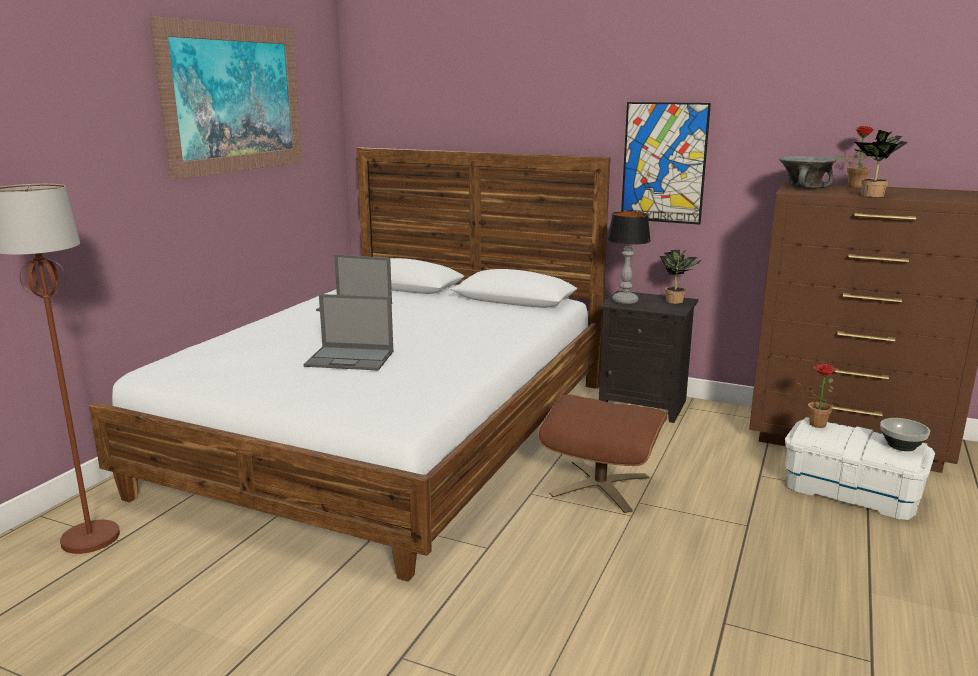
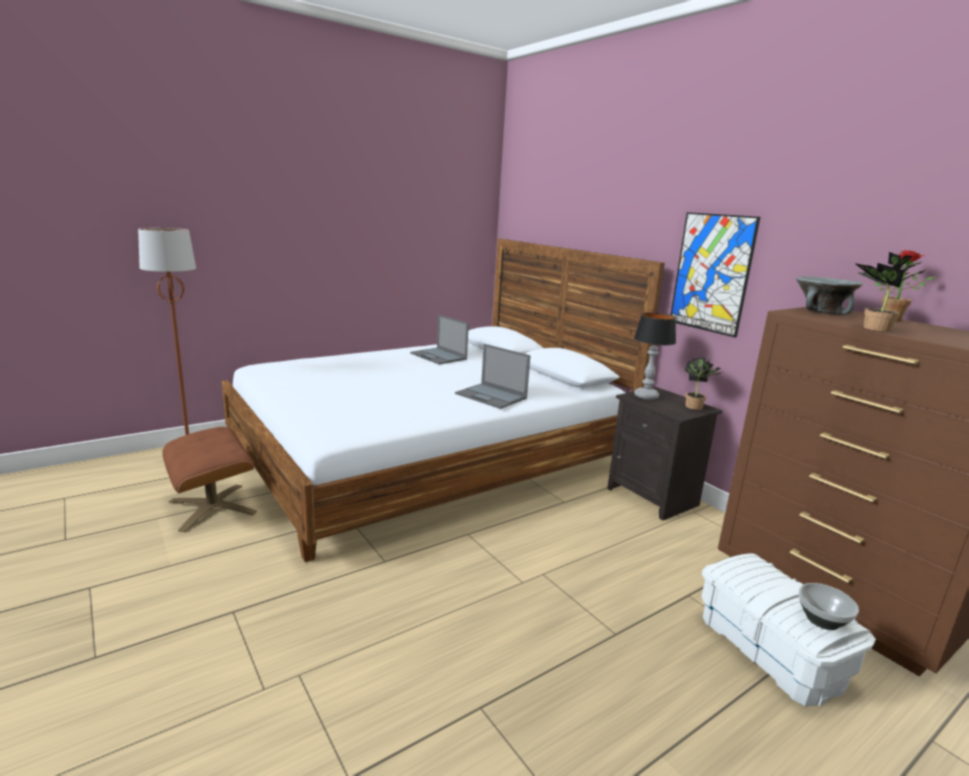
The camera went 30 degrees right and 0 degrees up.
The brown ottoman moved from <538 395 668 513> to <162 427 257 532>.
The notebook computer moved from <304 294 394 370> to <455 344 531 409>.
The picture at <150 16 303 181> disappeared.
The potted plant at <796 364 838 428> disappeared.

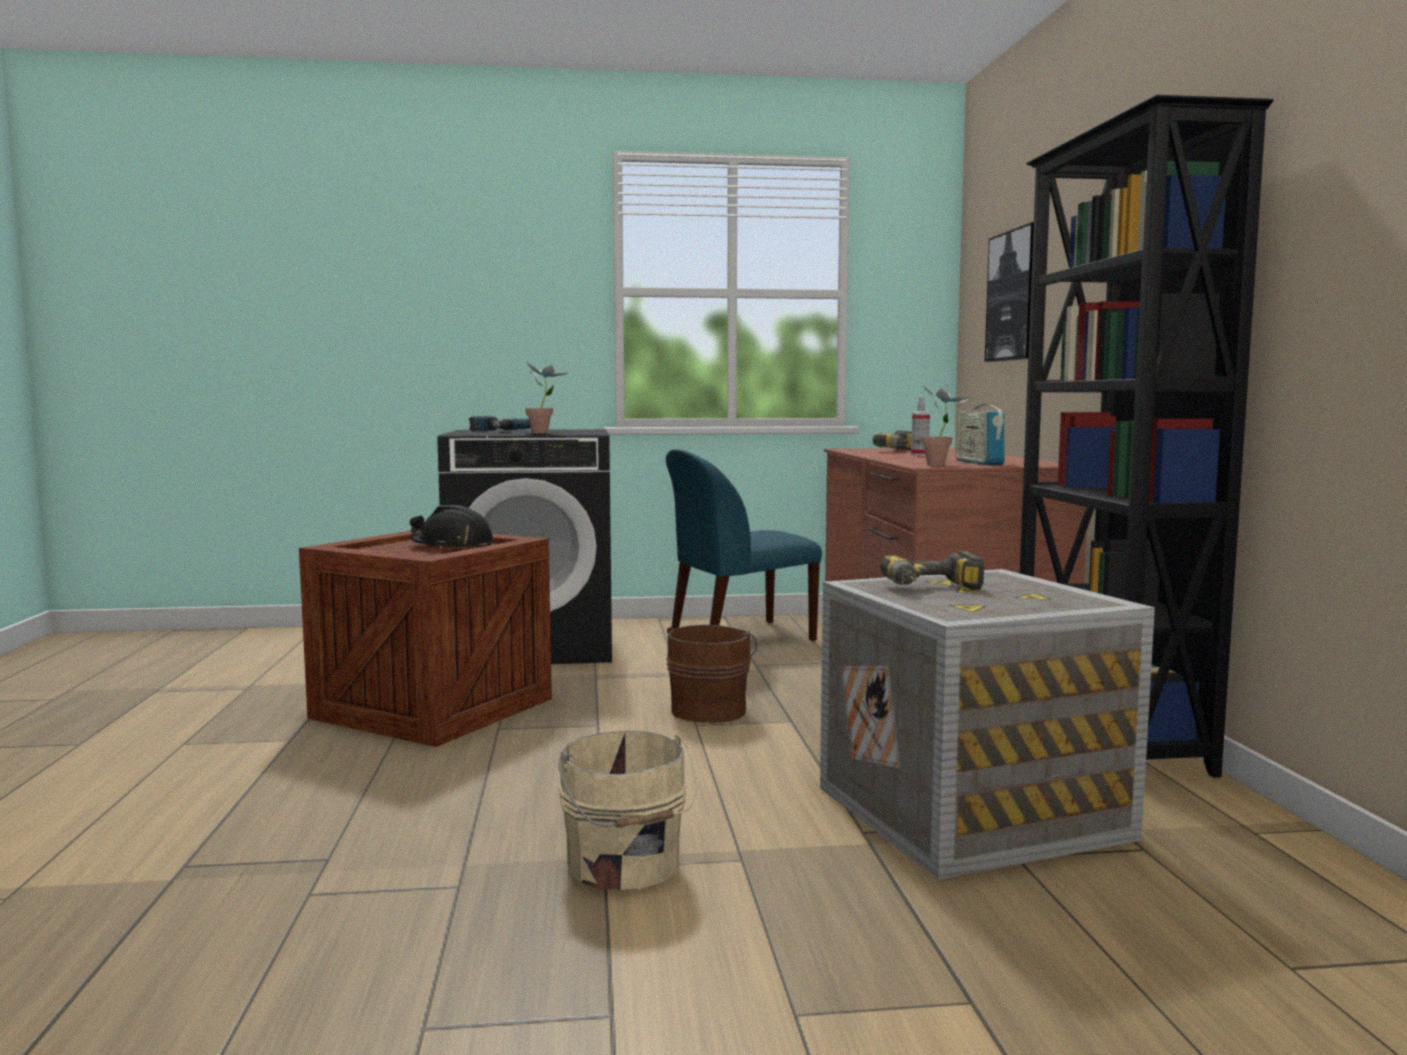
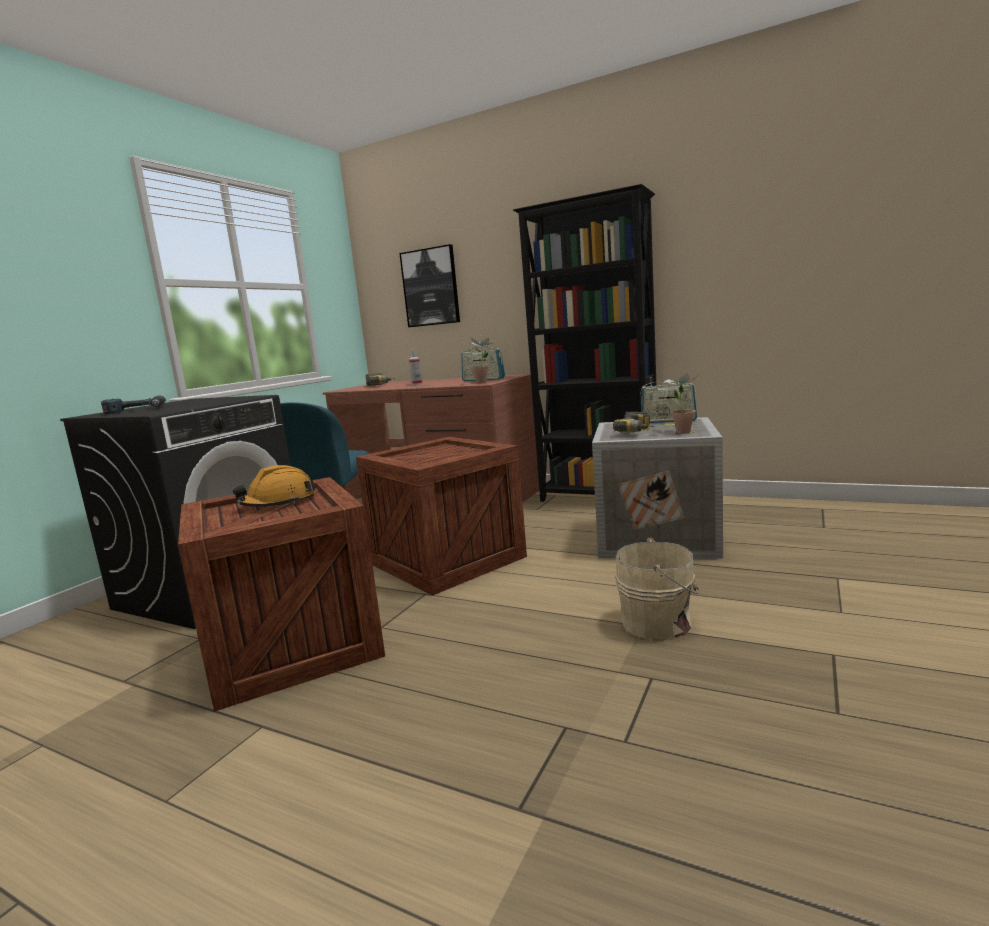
The camera went 55 degrees left and 5 degrees up.
The blackish safety helmet at <410 505 494 549> became the orange safety helmet at <233 465 316 506>.
The brown bucket at <666 625 757 723> was replaced by the packing crate at <356 437 527 595>.
The radio receiver at <641 377 697 423> appeared.
The potted plant moved from <525 361 569 434> to <664 371 699 433>.

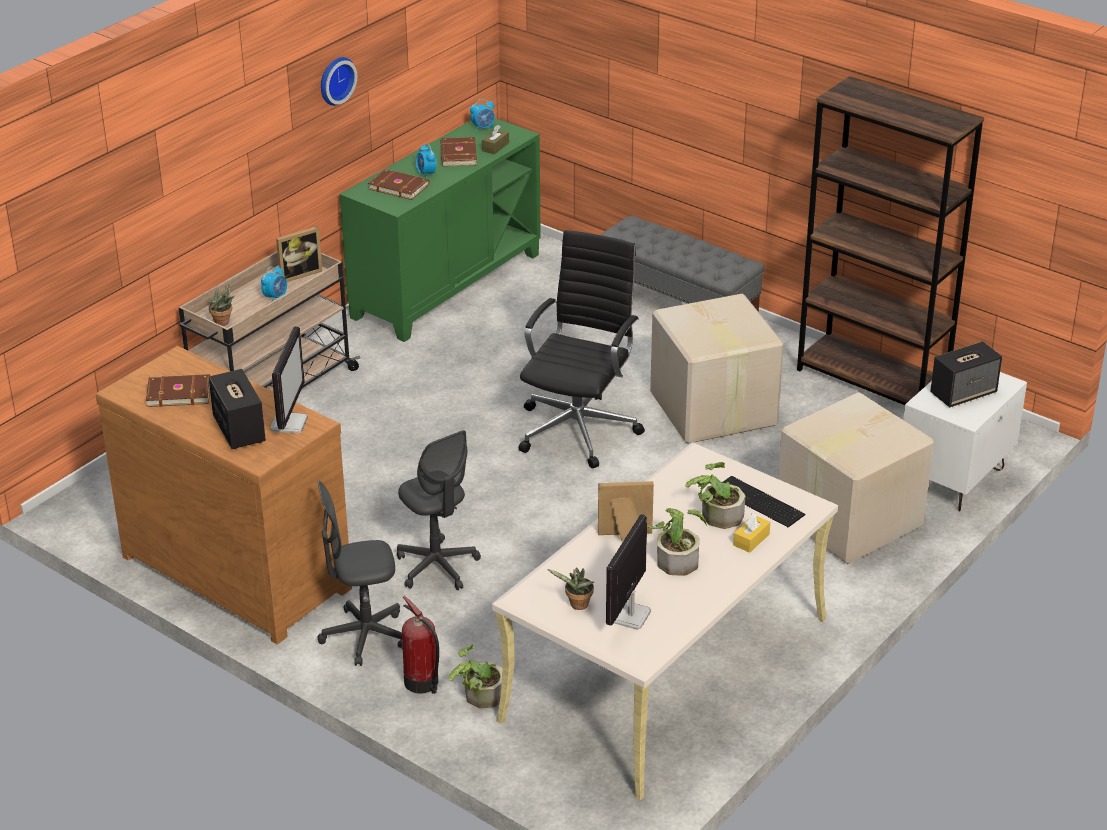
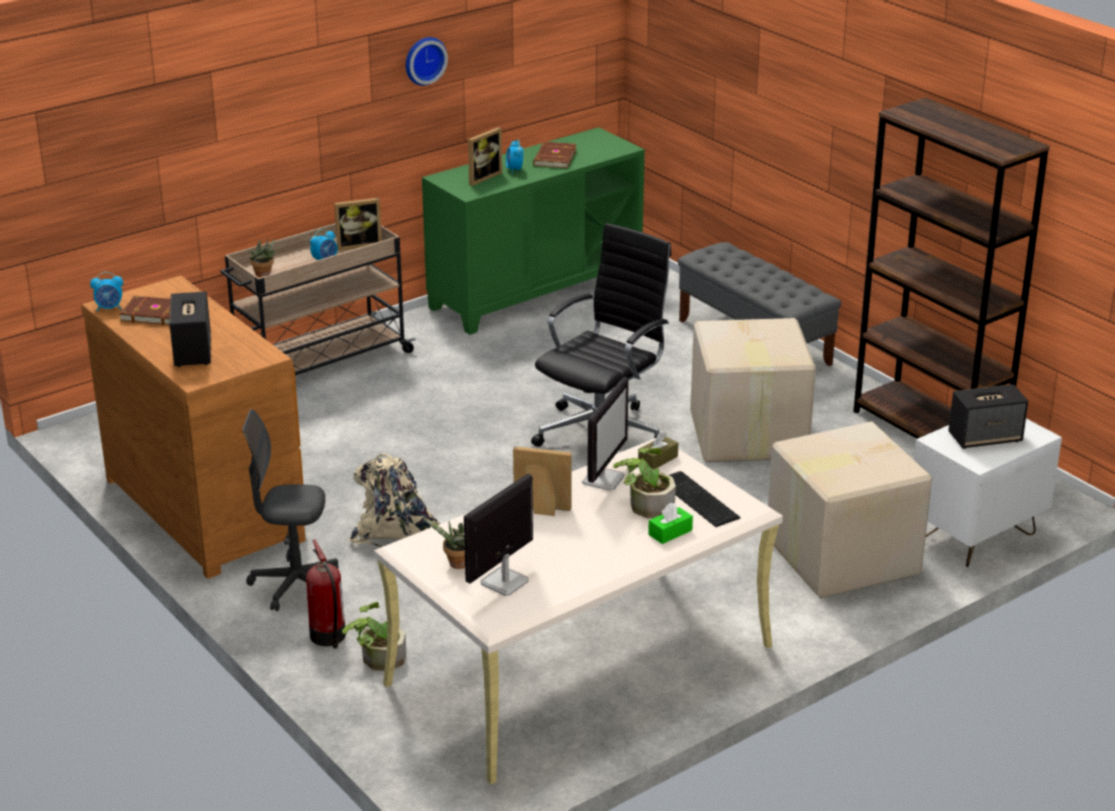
The camera went 15 degrees right and 5 degrees down.
The bedside clock moved from <470 99 495 132> to <90 272 123 312>.
The gray desk chair at <397 430 481 590> was replaced by the beige-coloured rucksack at <349 454 441 547>.
The brown book at <368 169 430 200> was replaced by the standing frame at <468 127 502 186>.
The monitor moved from <270 326 308 433> to <582 377 629 491>.
The brown tissue box moved from <482 125 509 154> to <638 432 678 469>.
The yellow-coloured tissue box at <733 513 770 553> became the greenish tissue box at <648 503 693 544>.
The potted plant at <647 508 707 576> disappeared.

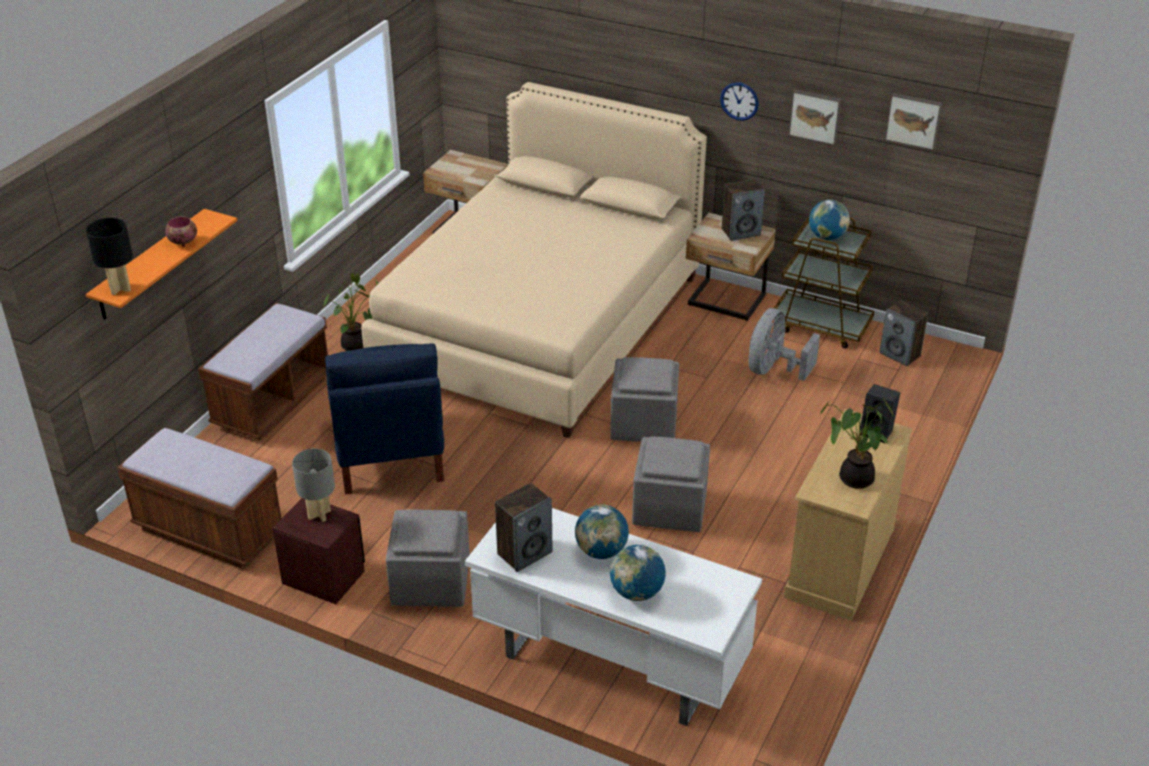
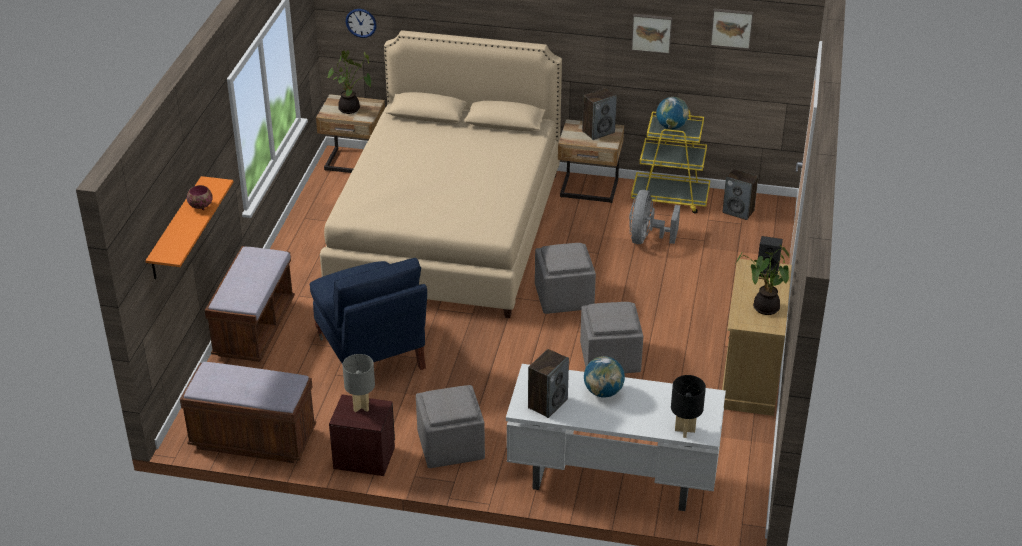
The camera went 15 degrees left and 0 degrees up.
The potted plant moved from <323 273 378 351> to <328 50 371 114>.
The hanging clock moved from <720 82 759 121> to <346 9 377 38>.
The brown trolley at <774 217 875 349> became the yellow-coloured trolley at <631 111 710 213>.
The blackish table lamp moved from <86 218 133 295> to <671 375 706 438>.
The globe at <610 545 666 601> disappeared.

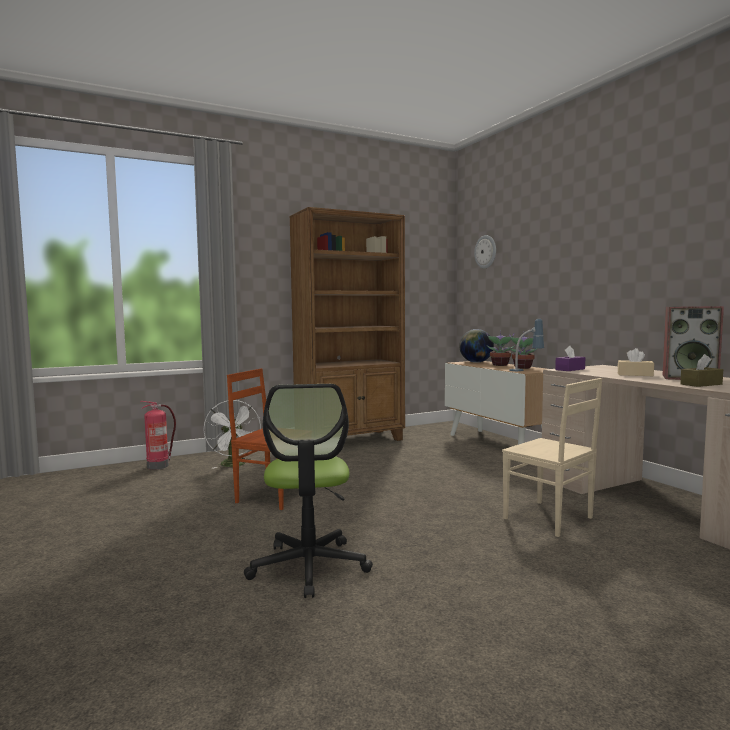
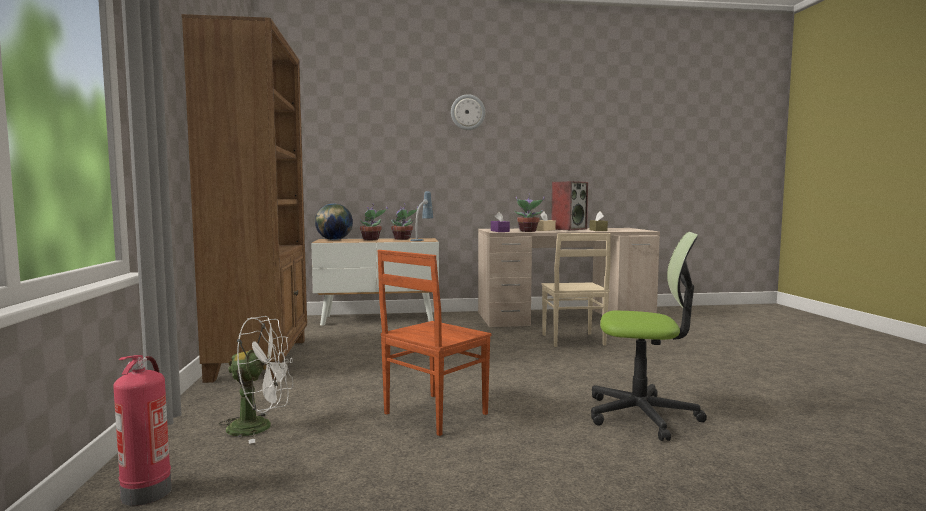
The camera went 70 degrees left and 0 degrees up.
The hanging clock moved from <474 235 496 269> to <451 94 485 130>.
The potted plant at <514 196 545 232> appeared.
The beige-coloured chair at <502 378 602 537> turned 105 degrees clockwise.

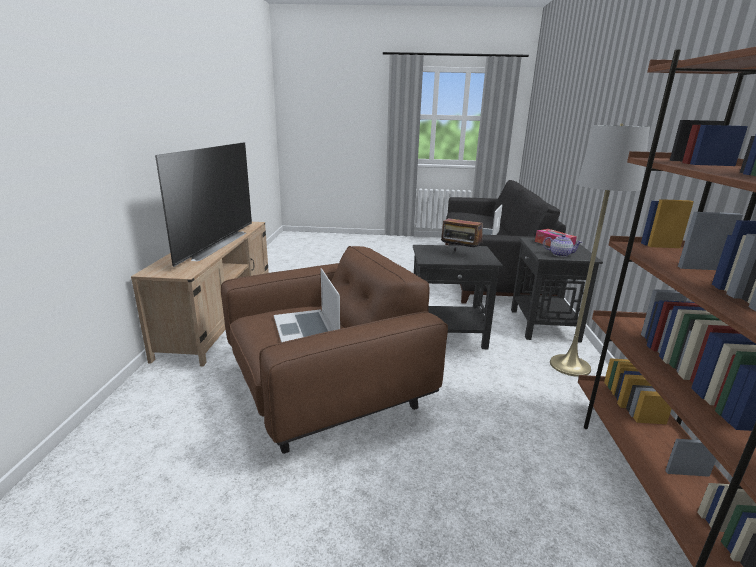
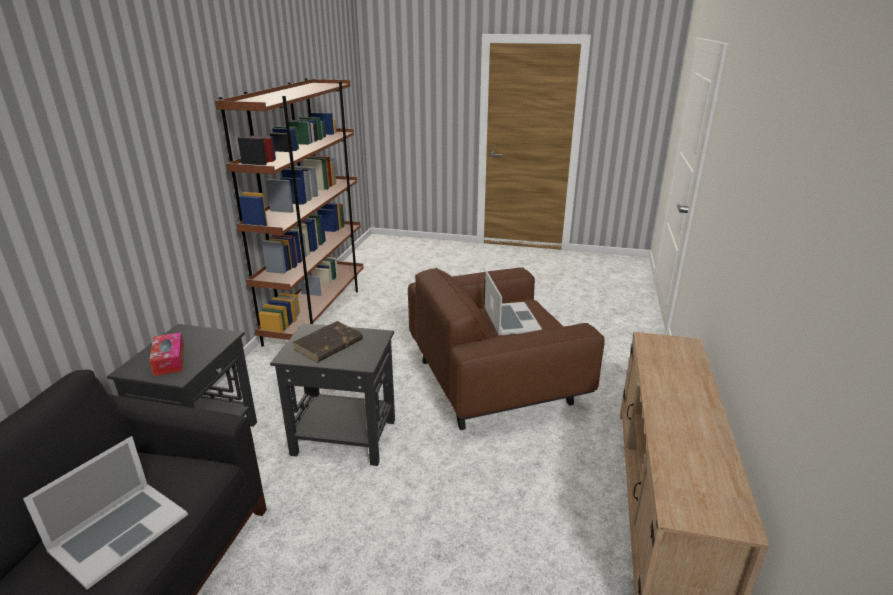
The camera went 170 degrees left and 5 degrees up.
The radio receiver at <441 211 483 251> was replaced by the brown book at <293 321 363 363>.
The television at <155 142 252 267> disappeared.
The pot for tea at <543 234 582 257> disappeared.
The gray floor lamp at <550 124 650 377> disappeared.

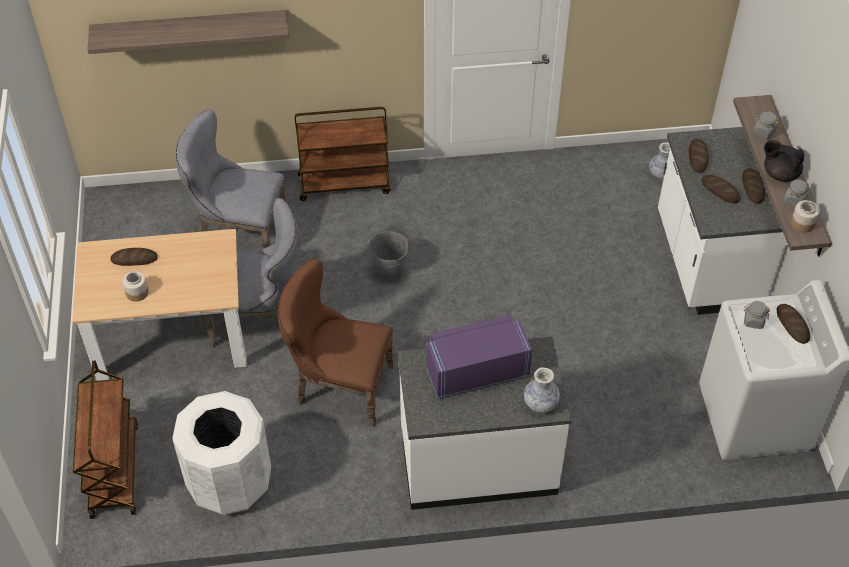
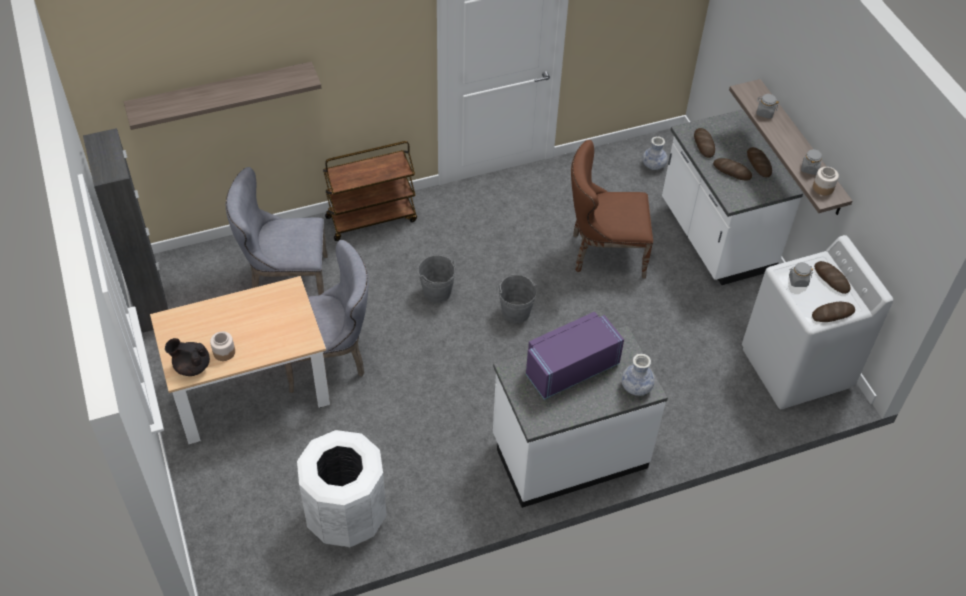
The camera went 15 degrees left and 0 degrees up.
The blackish cabinet at <83 128 168 333> appeared.
The blackish pot for tea moved from <764 140 805 182> to <165 338 210 376>.
The gray bucket at <498 275 537 323> appeared.
The brown chair moved from <278 258 394 427> to <571 140 653 278>.
The bread moved from <111 248 158 266> to <812 302 855 322>.
The brown trolley at <73 361 138 519> disappeared.

